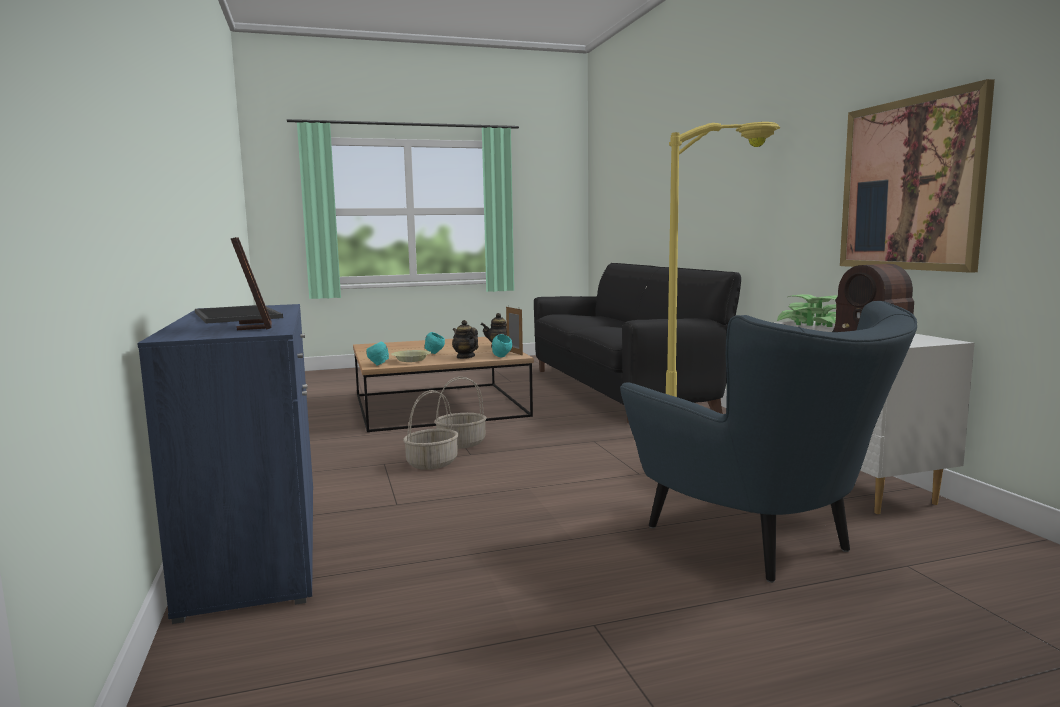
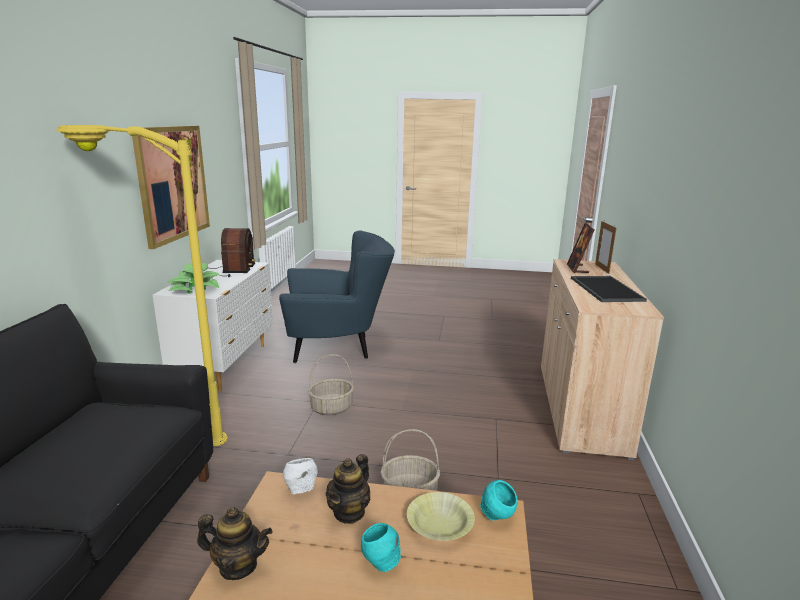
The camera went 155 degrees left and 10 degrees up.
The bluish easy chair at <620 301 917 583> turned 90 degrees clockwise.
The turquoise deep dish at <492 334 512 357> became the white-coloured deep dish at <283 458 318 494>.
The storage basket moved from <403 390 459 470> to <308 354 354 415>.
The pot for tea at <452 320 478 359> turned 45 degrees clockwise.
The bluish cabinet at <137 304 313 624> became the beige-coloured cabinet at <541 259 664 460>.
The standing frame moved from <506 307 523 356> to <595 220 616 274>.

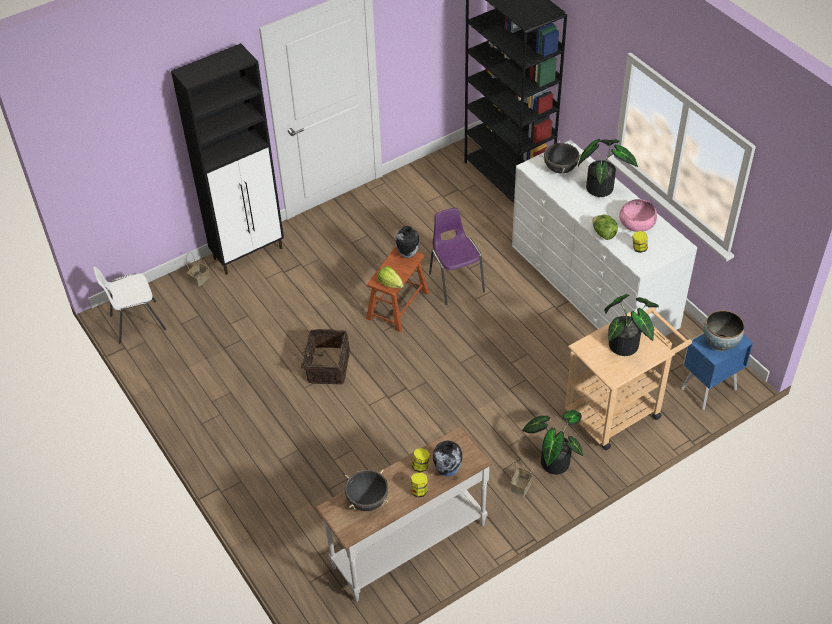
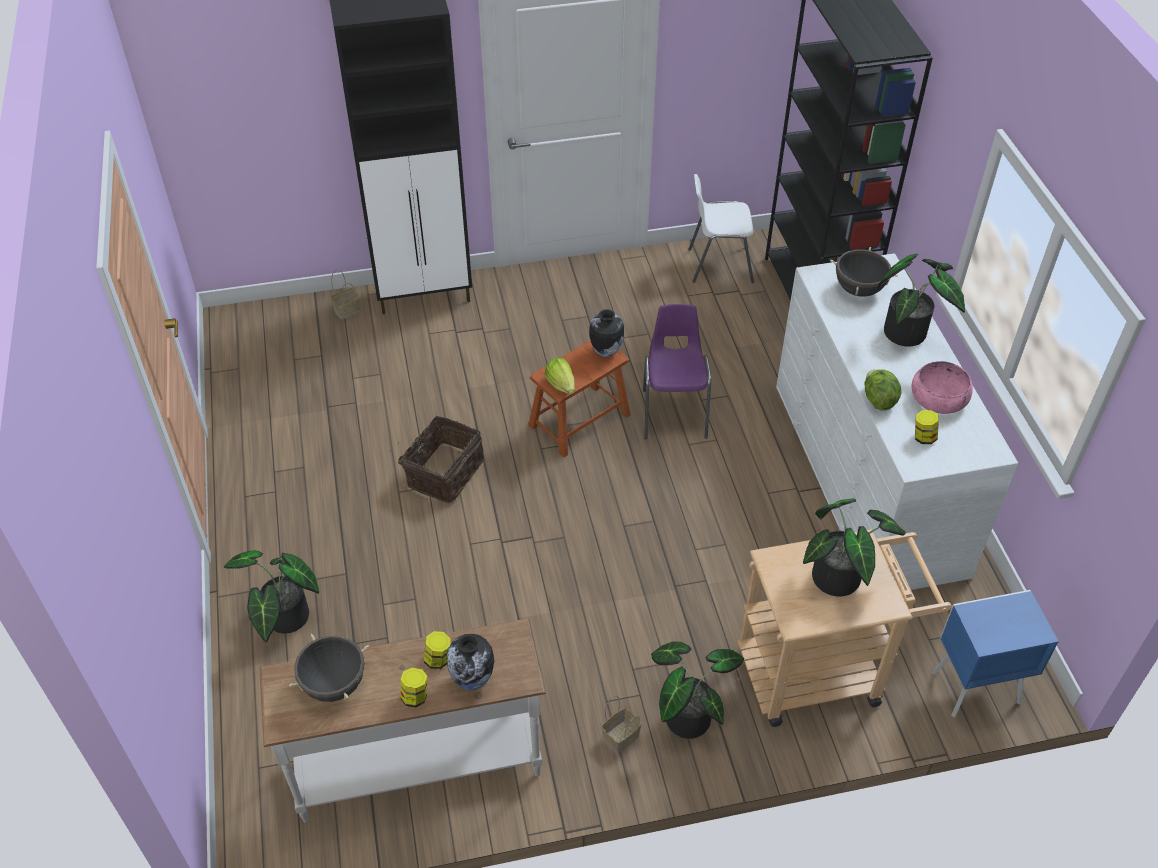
The camera went 20 degrees right and 0 degrees up.
The potted plant at <224 551 319 642> appeared.
The white-coloured chair moved from <93 267 167 343> to <689 174 754 283>.
The deep dish at <704 311 744 351> disappeared.

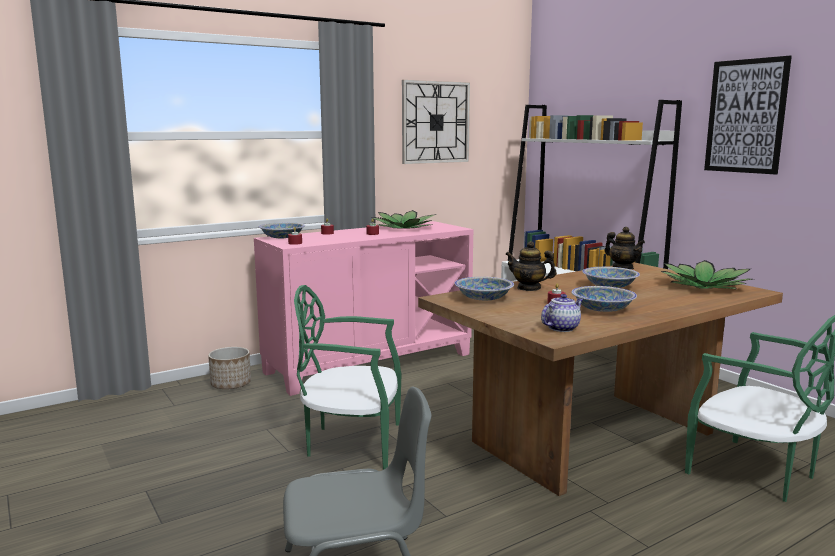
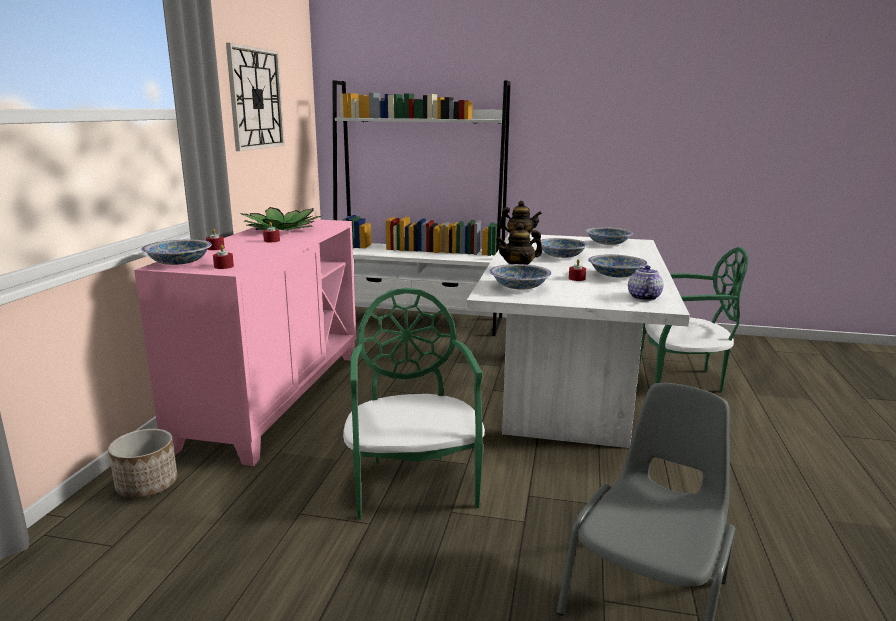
The camera went 45 degrees left and 5 degrees up.
The greenish chair at <294 285 401 470> turned 120 degrees clockwise.
The brown dinner table at <418 262 783 496> became the white-coloured dinner table at <467 233 690 448>.
The potted plant at <660 260 752 289> was replaced by the deep dish at <585 227 633 245>.
The picture at <704 56 792 174> disappeared.

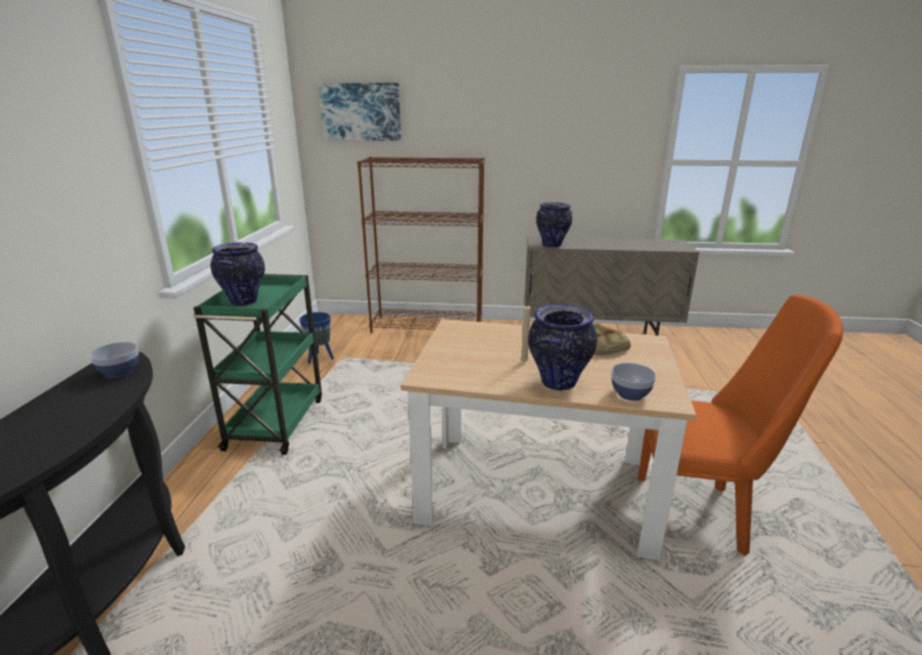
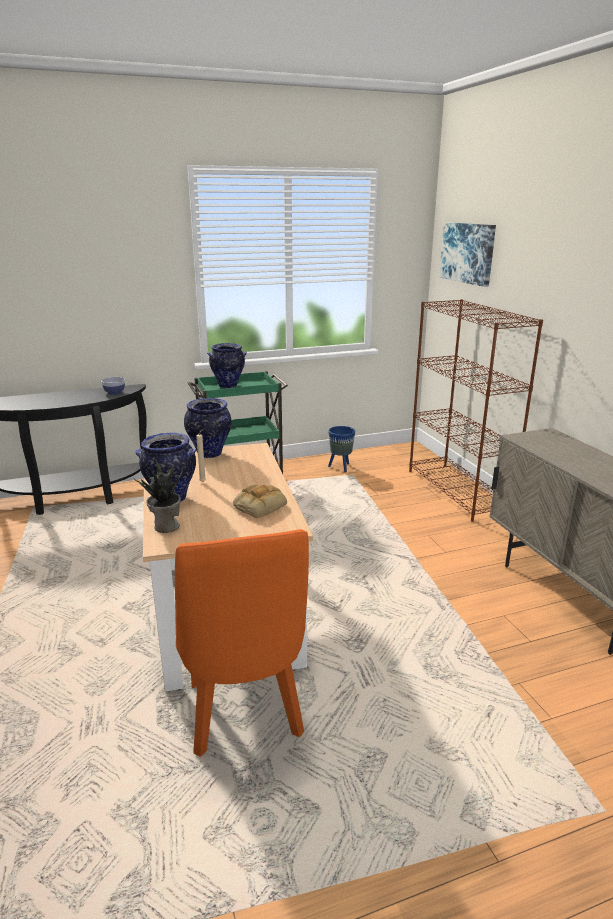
The camera went 65 degrees right and 0 degrees up.
The deep dish at <611 363 656 401> was replaced by the potted plant at <136 459 183 533>.
The flower vase moved from <536 202 572 248> to <184 398 231 458>.

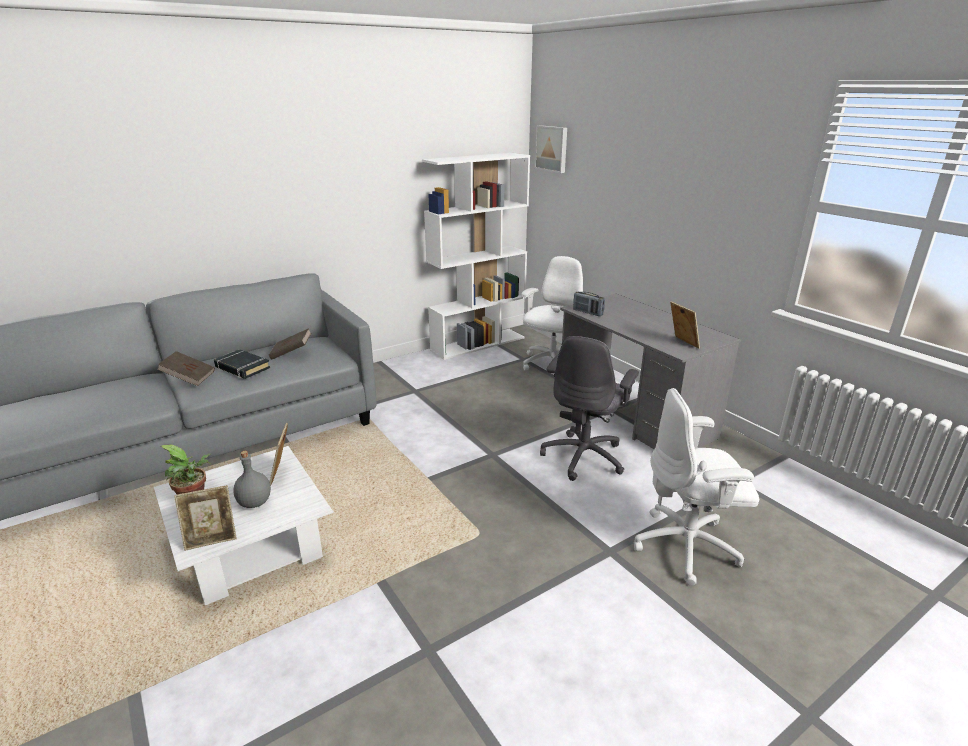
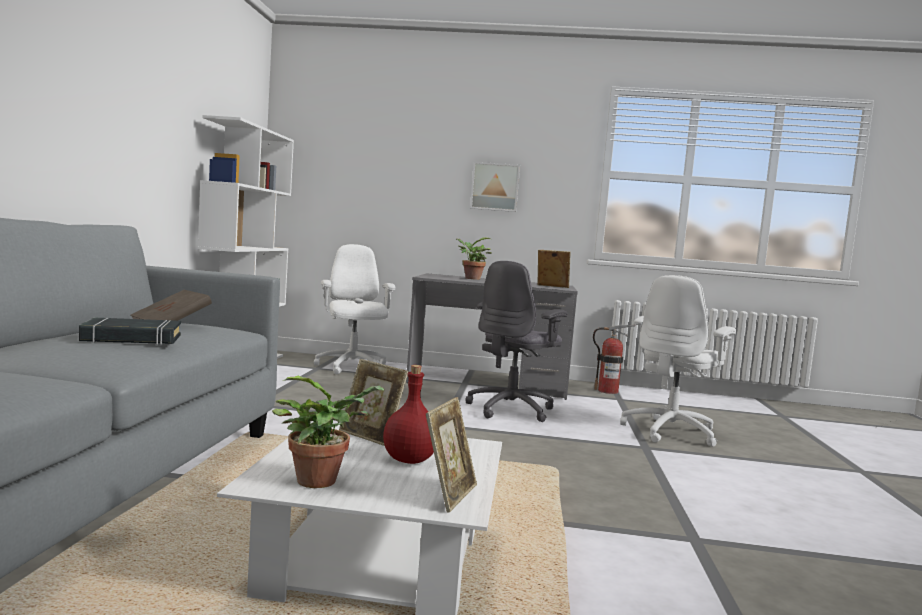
The camera went 50 degrees left and 20 degrees down.
The gray bottle at <233 451 271 508> became the red bottle at <383 365 434 464>.
The potted plant at <456 237 492 280> appeared.
The gray desk chair at <540 336 639 481> turned 60 degrees clockwise.
The picture moved from <535 125 567 173> to <470 162 520 212>.
The fire extinguisher at <593 325 636 394> appeared.
The brown book at <157 351 215 386> disappeared.
The radio receiver at <573 292 605 316> disappeared.

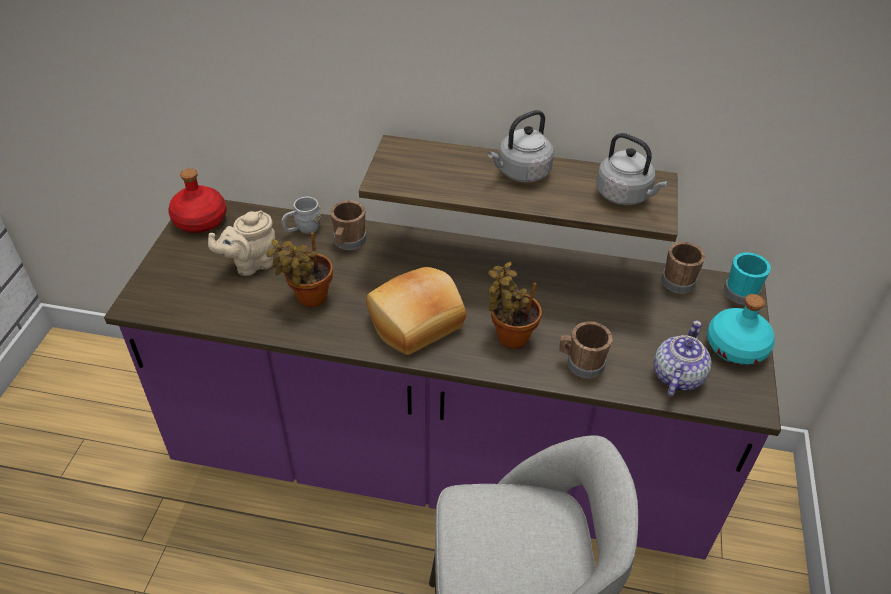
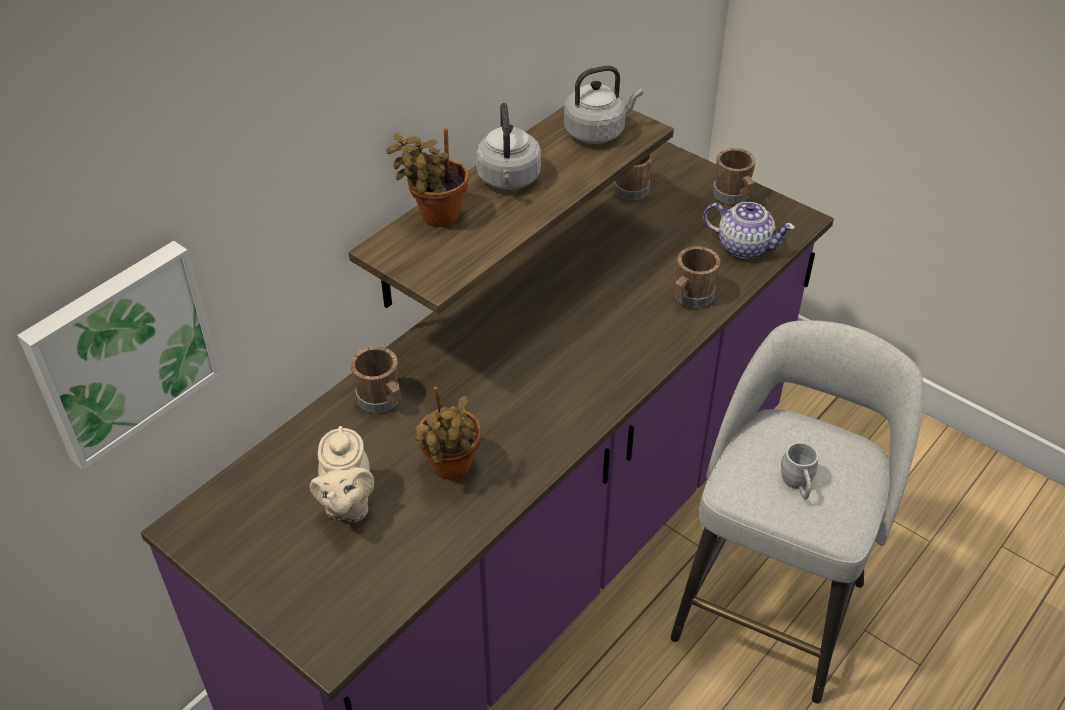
The camera went 60 degrees left and 0 degrees up.
The picture at <17 241 221 470> appeared.
The potted plant moved from <488 262 542 349> to <386 128 468 227>.
The pot for tea at <653 320 712 397> turned 150 degrees clockwise.
The turquoise bottle at <707 294 775 365> was replaced by the brown coffee mug at <713 148 756 204>.
The gray coffee mug moved from <281 197 321 234> to <781 442 818 499>.
The red bottle at <168 168 227 233> disappeared.
The bread at <366 267 466 355> disappeared.
The turquoise coffee mug at <724 252 771 305> disappeared.

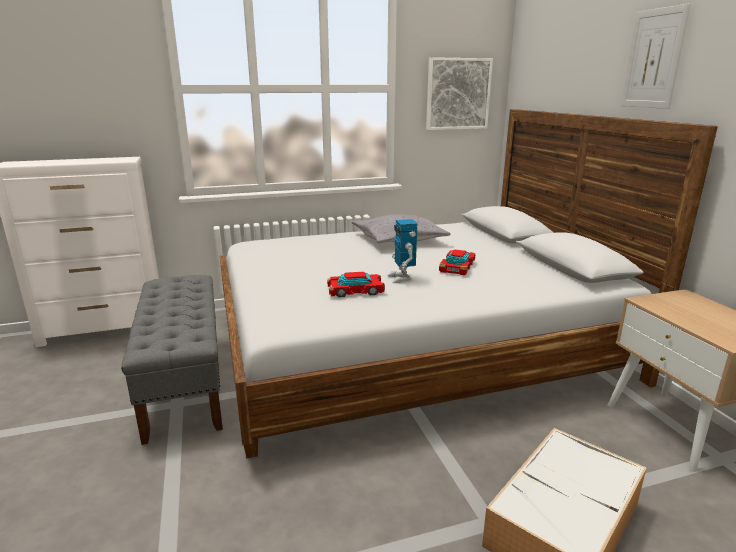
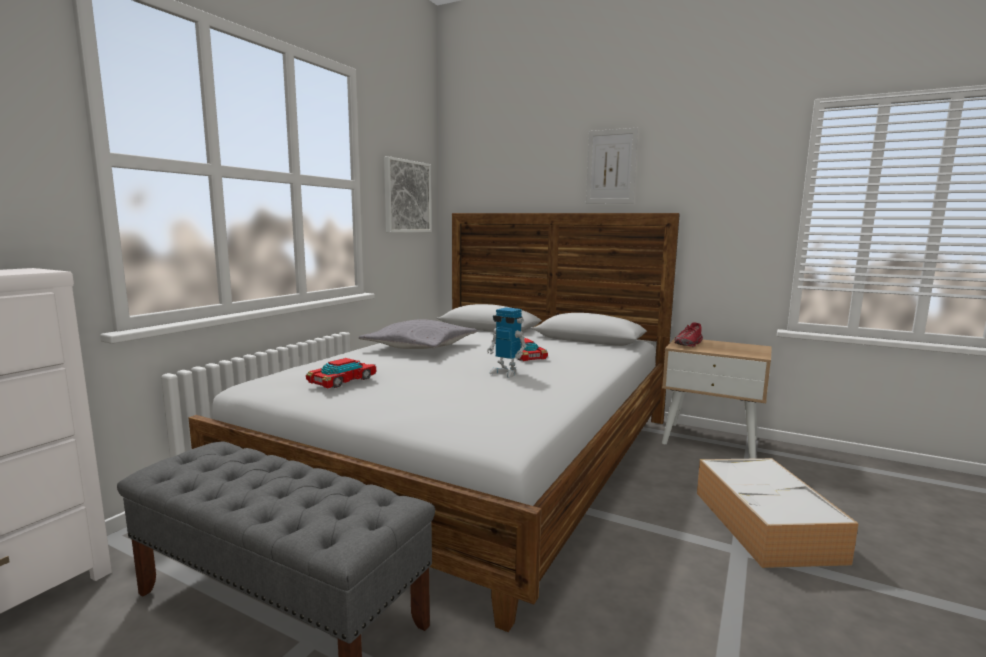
The camera went 45 degrees left and 10 degrees down.
The model car moved from <327 272 385 297> to <306 358 376 388>.
The red item of footwear at <674 322 703 347> appeared.

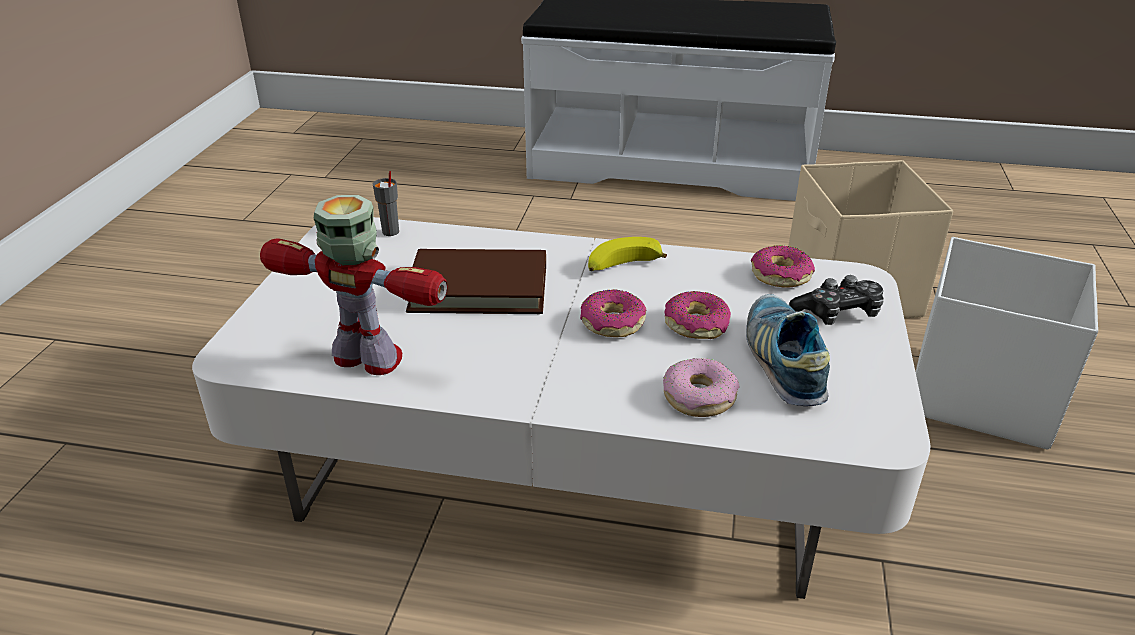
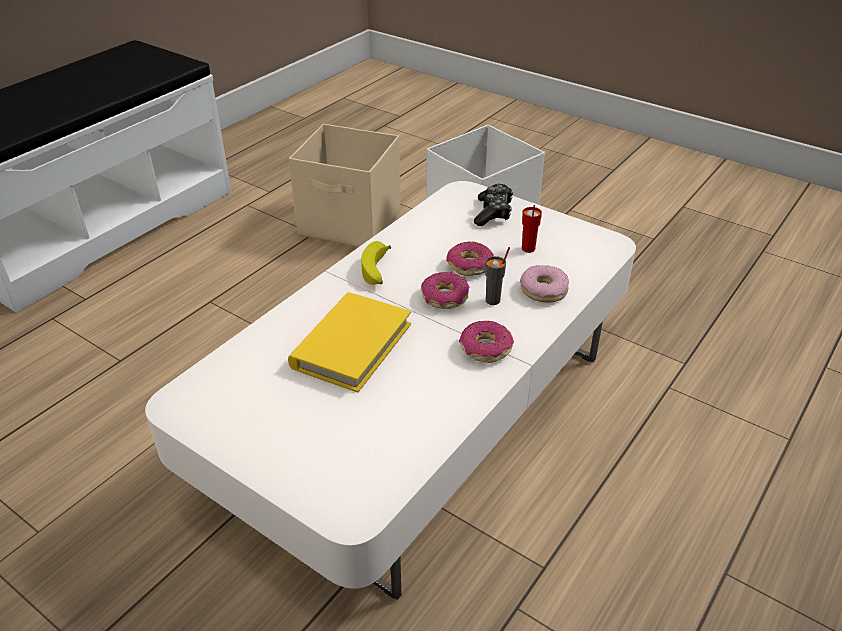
The camera went 65 degrees left and 5 degrees up.
The brown book at <406 249 546 314> became the yellow-coloured book at <288 292 411 393>.
The ring doughnut moved from <751 245 815 288> to <459 321 514 363>.
The gray drinking cup moved from <373 171 399 236> to <485 247 510 305>.
The item of footwear at <746 294 830 406> was replaced by the red drinking cup at <522 205 542 253>.
The toy robot at <260 195 448 375> disappeared.

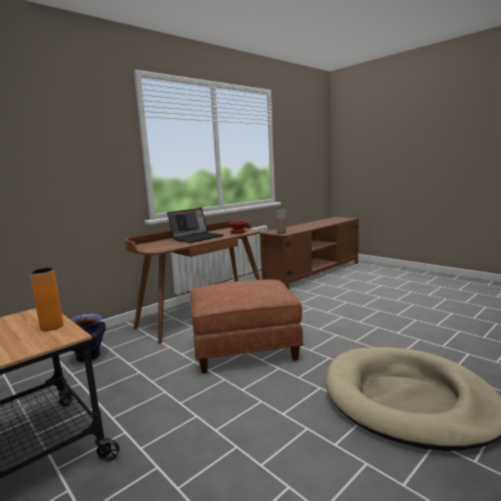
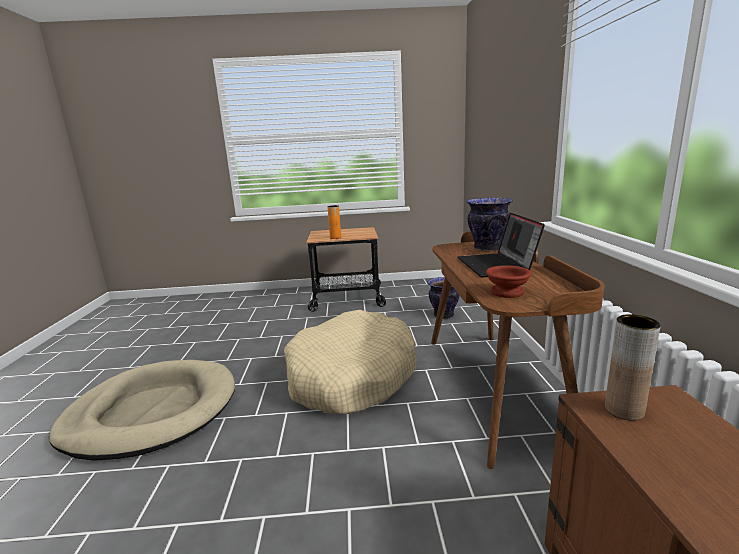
The camera went 130 degrees right and 5 degrees up.
The brown ottoman at <190 280 303 373> was replaced by the beige-coloured dog bed at <284 310 417 414>.
The flower vase at <466 198 513 251> appeared.

